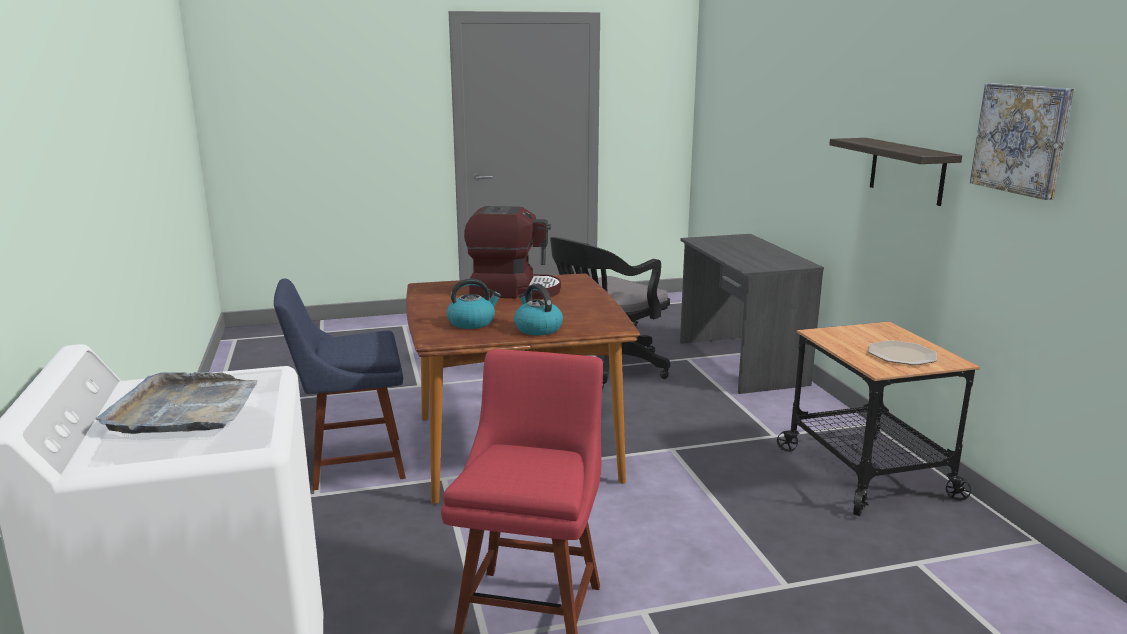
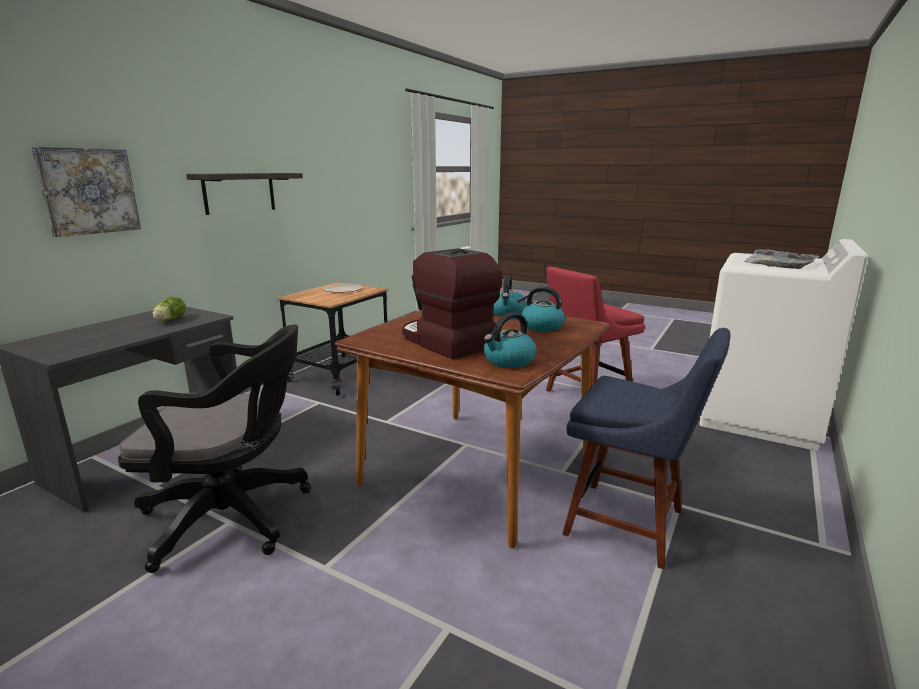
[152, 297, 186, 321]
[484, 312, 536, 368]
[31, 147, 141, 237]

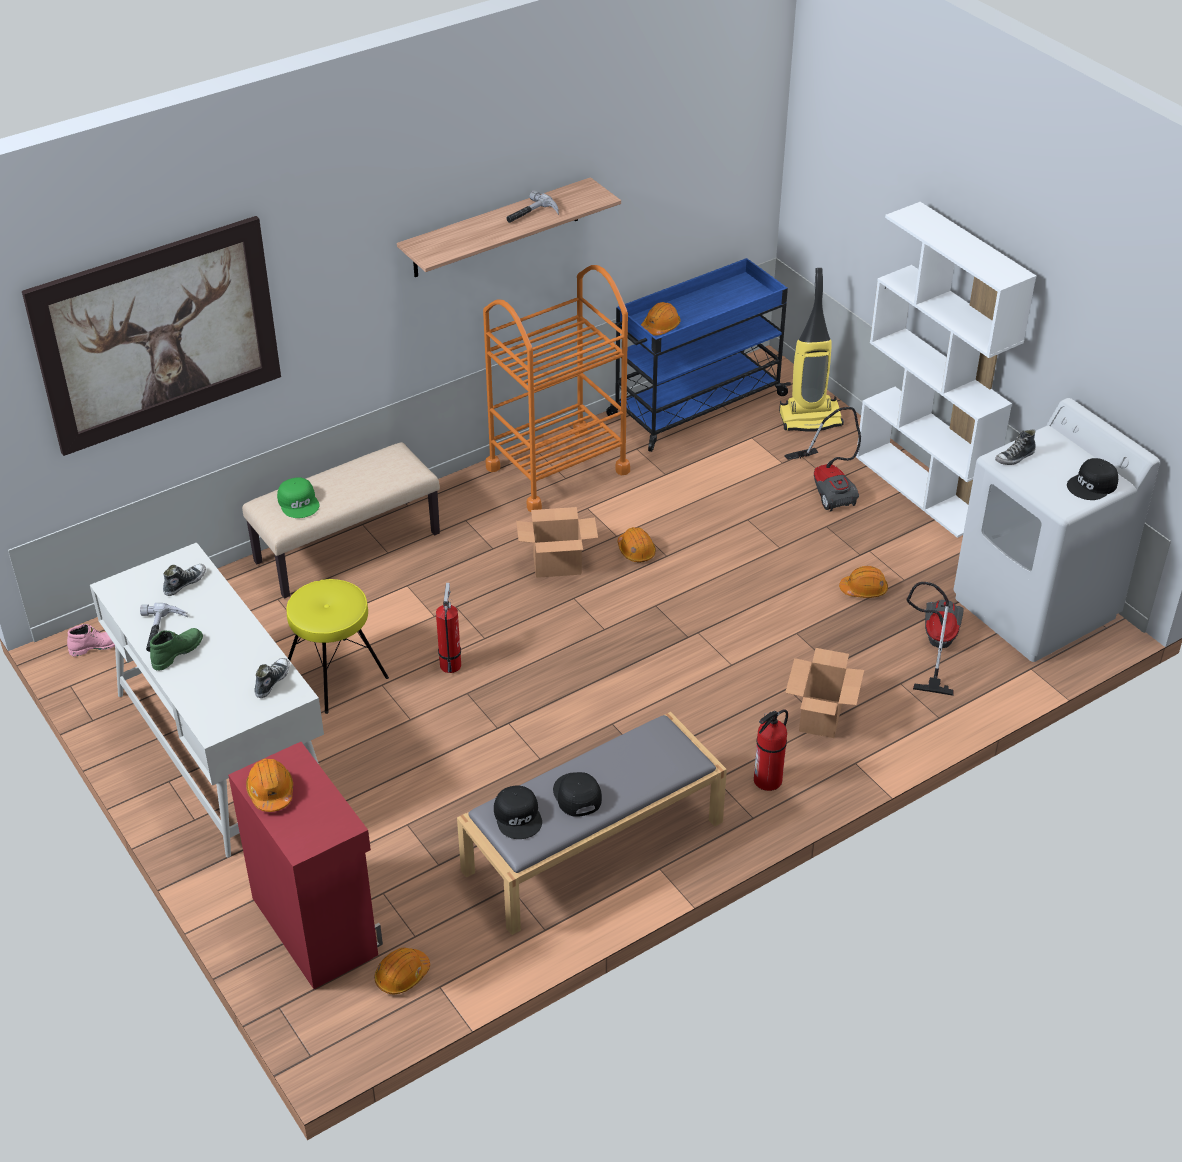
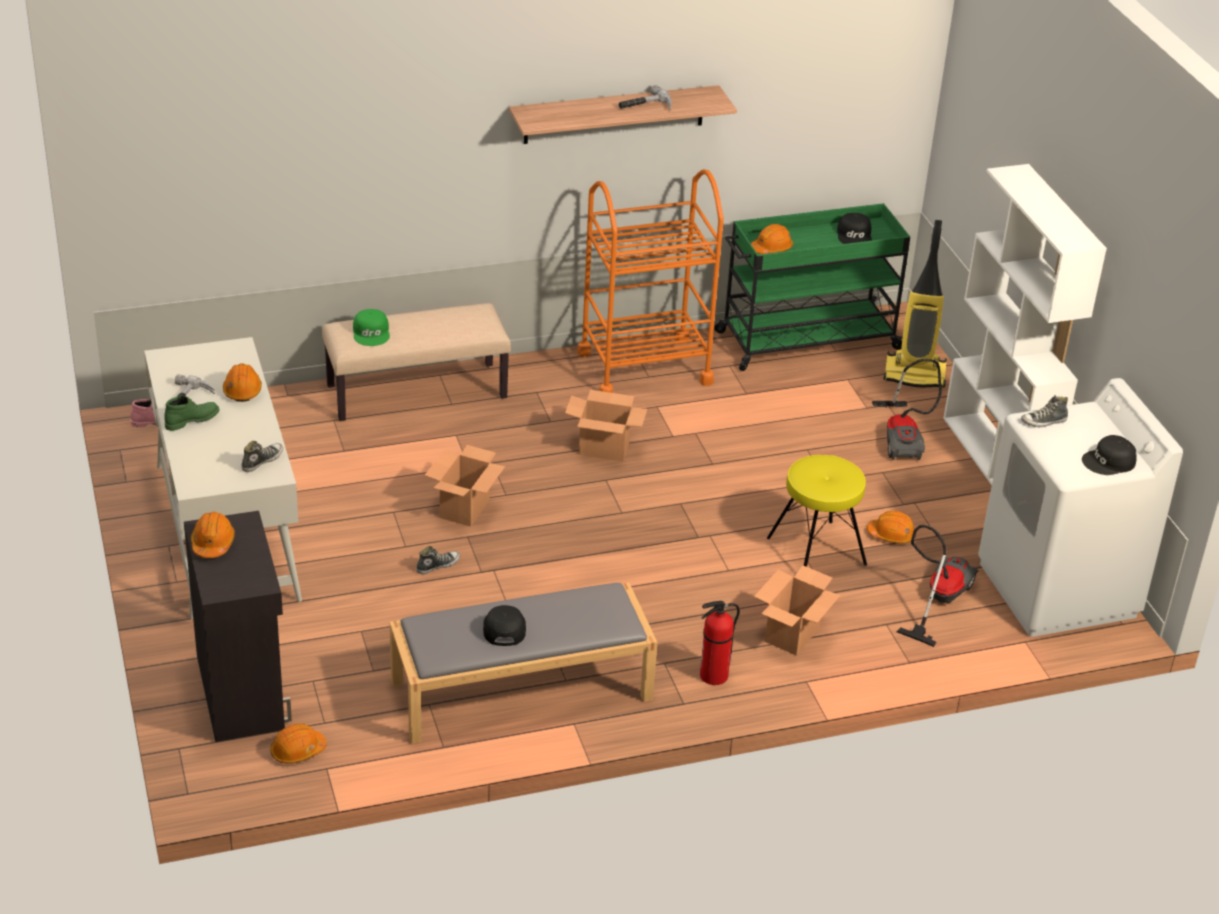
[22, 216, 281, 456] (first image)
[416, 546, 460, 574]
[767, 455, 867, 567]
[837, 213, 872, 244]
[223, 363, 262, 402]
[425, 445, 505, 527]
[184, 511, 292, 742]
[715, 203, 910, 371]

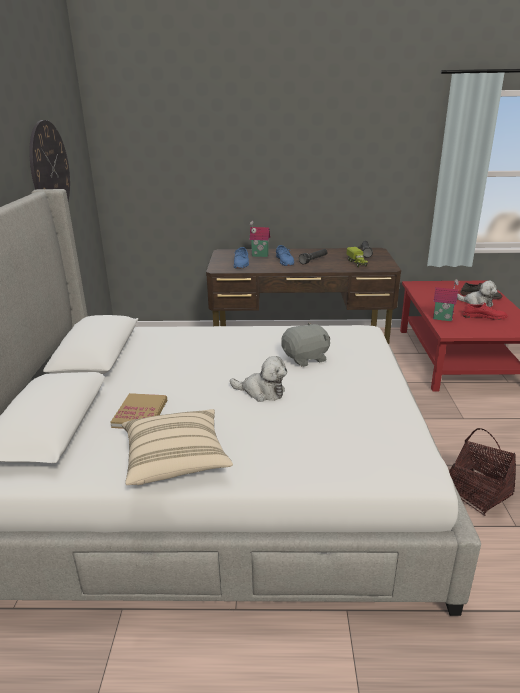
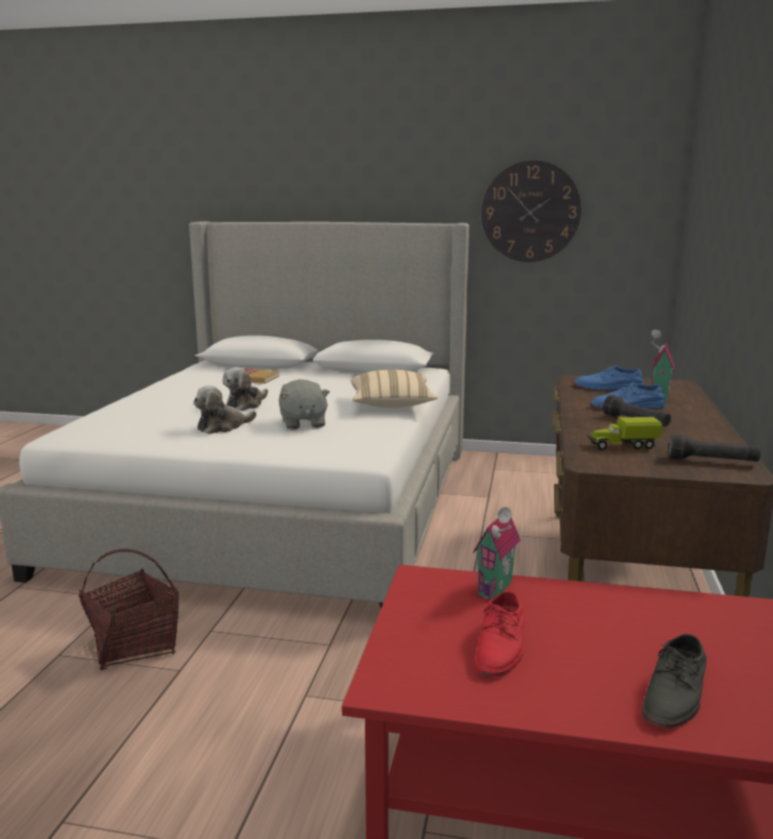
[350, 370, 438, 408]
[193, 385, 257, 434]

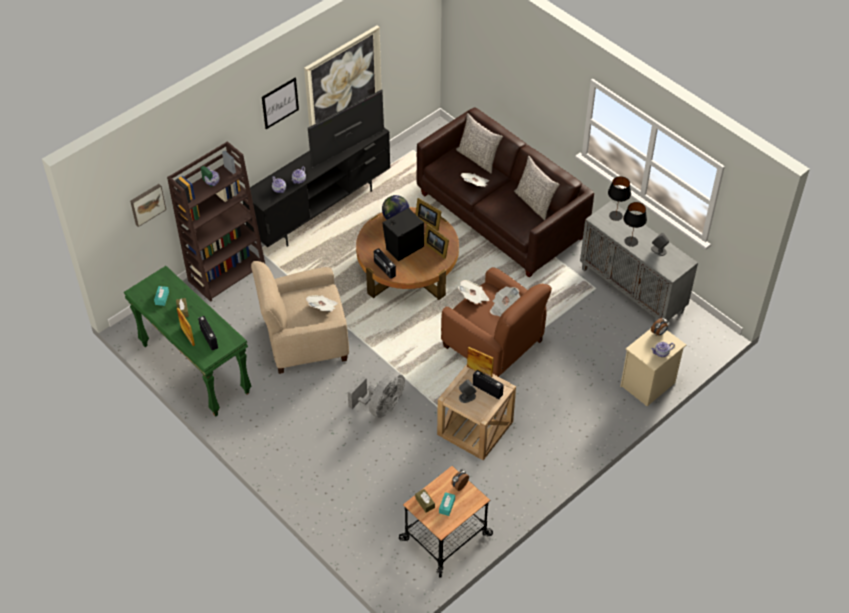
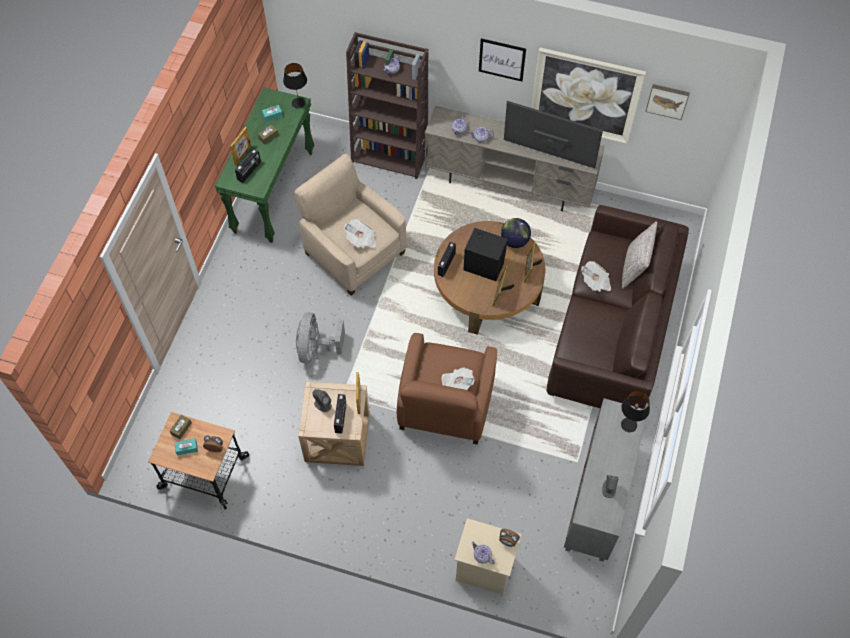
[458, 280, 490, 304] (first image)
[514, 156, 560, 220] (first image)
[645, 84, 690, 120]
[283, 63, 307, 108]
[425, 106, 605, 211]
[296, 312, 345, 363]

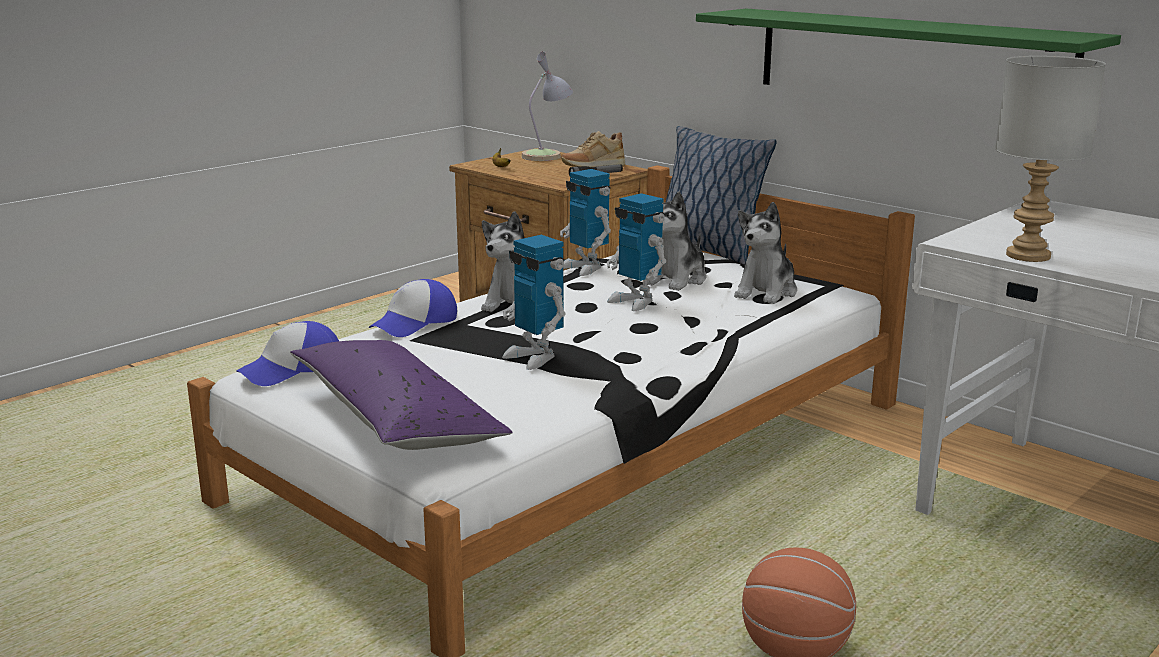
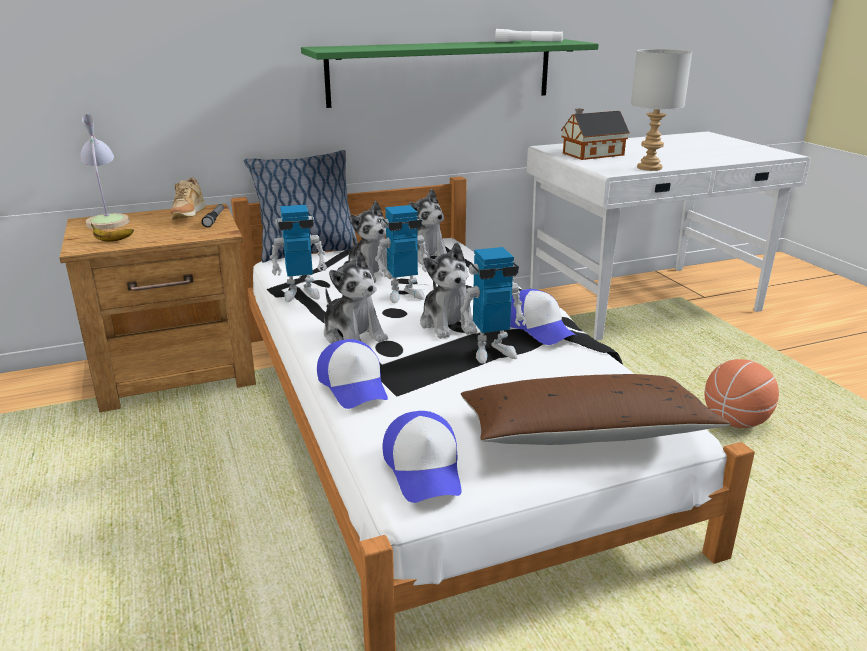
[420, 243, 477, 339]
[495, 29, 563, 42]
[510, 289, 577, 345]
[561, 108, 630, 160]
[461, 374, 731, 445]

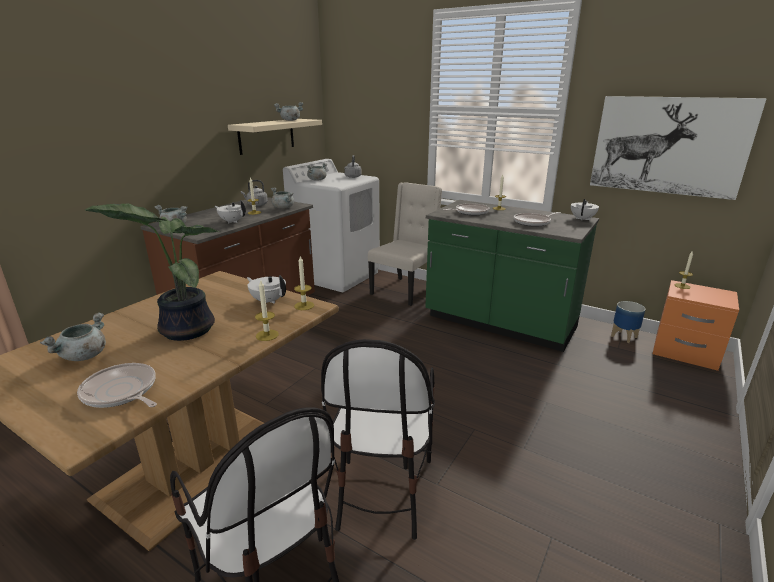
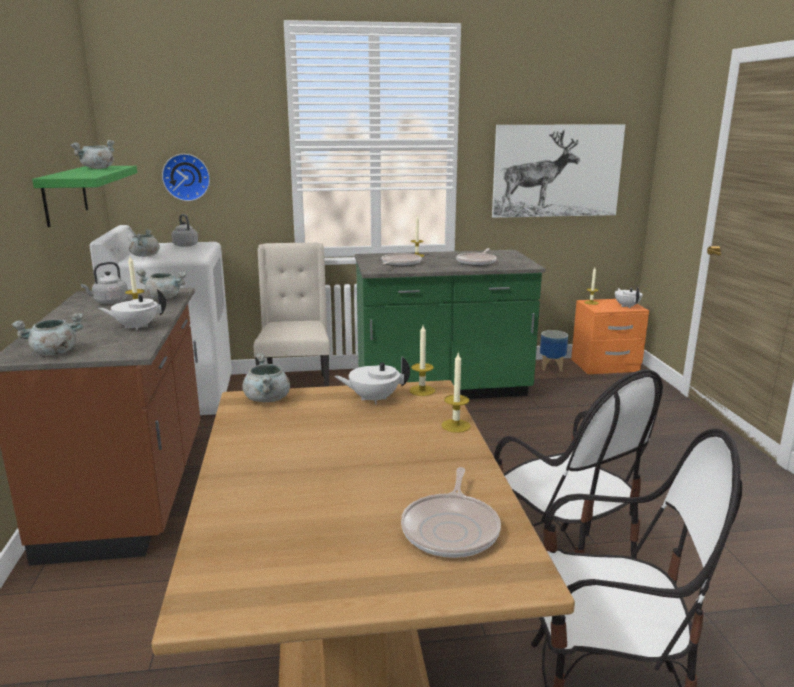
[85, 204, 221, 341] (first image)
[162, 154, 210, 201]
[242, 353, 290, 402]
[615, 287, 643, 308]
[32, 166, 137, 227]
[401, 467, 501, 558]

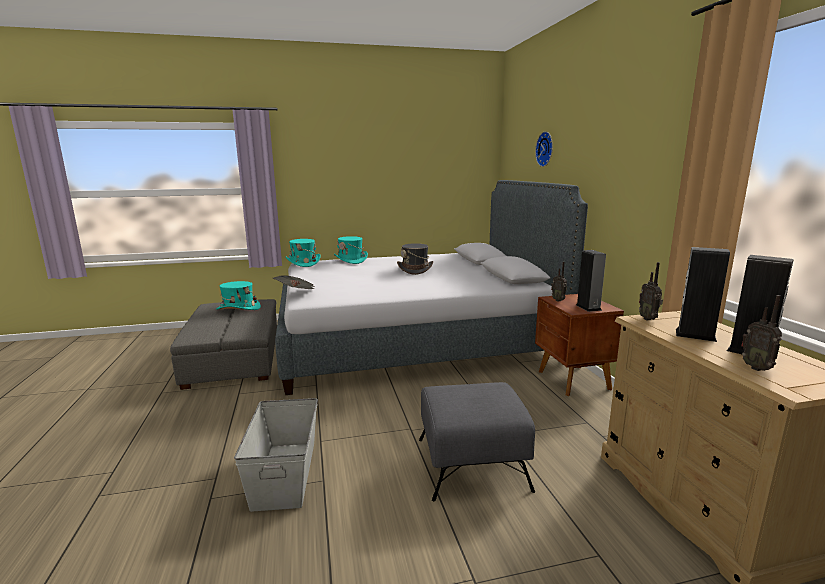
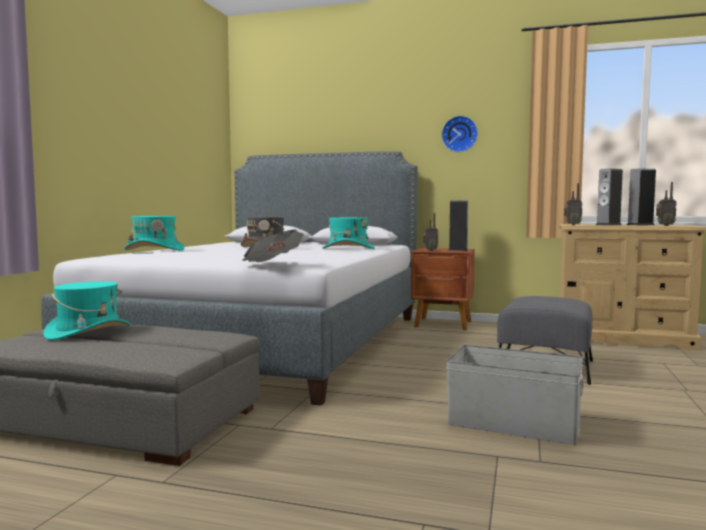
[322, 218, 375, 249]
[441, 116, 478, 152]

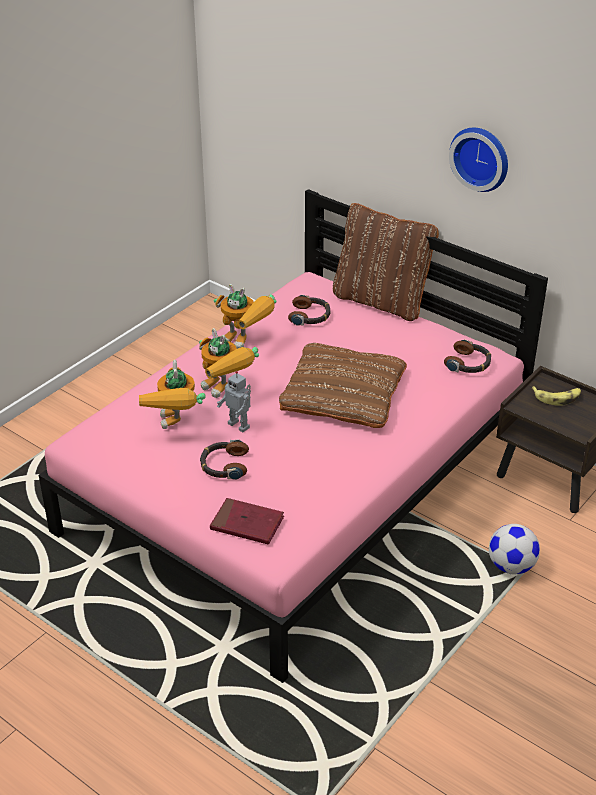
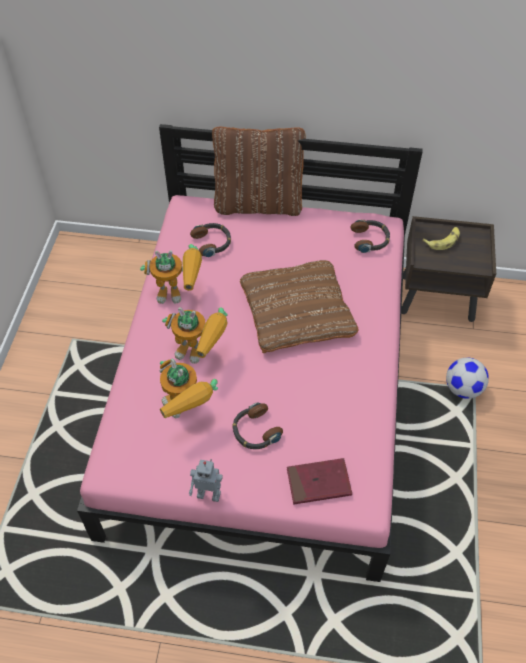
[449, 128, 508, 192] (first image)
[189, 459, 223, 502]

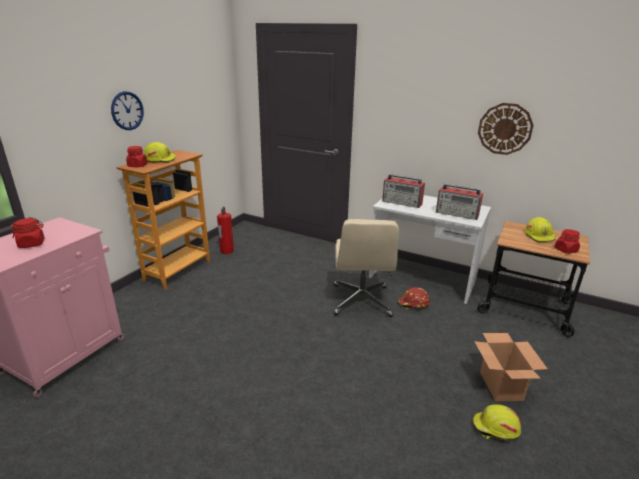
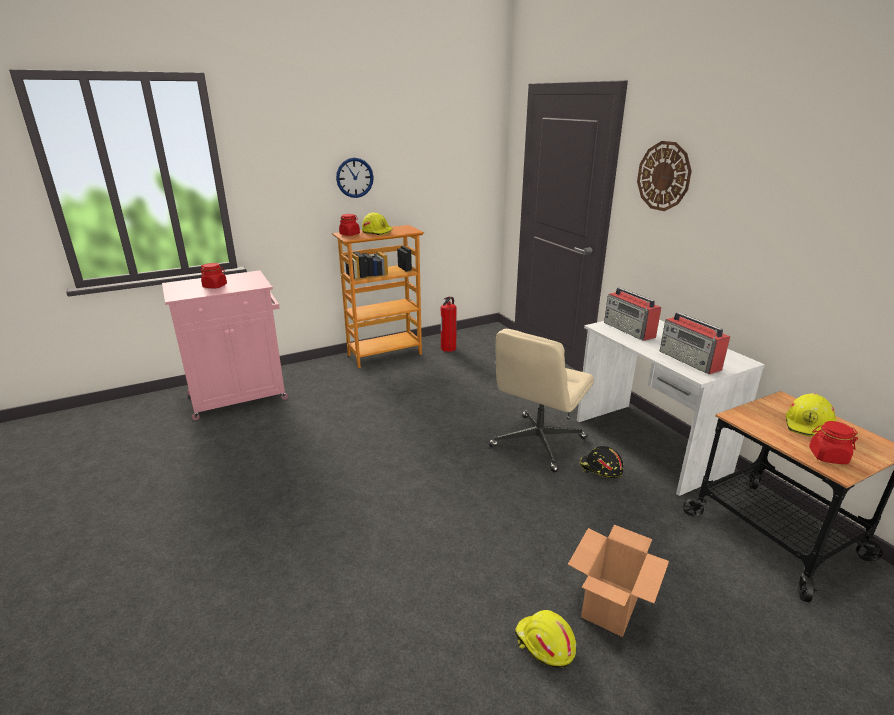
[637, 141, 692, 211]
[580, 446, 623, 478]

